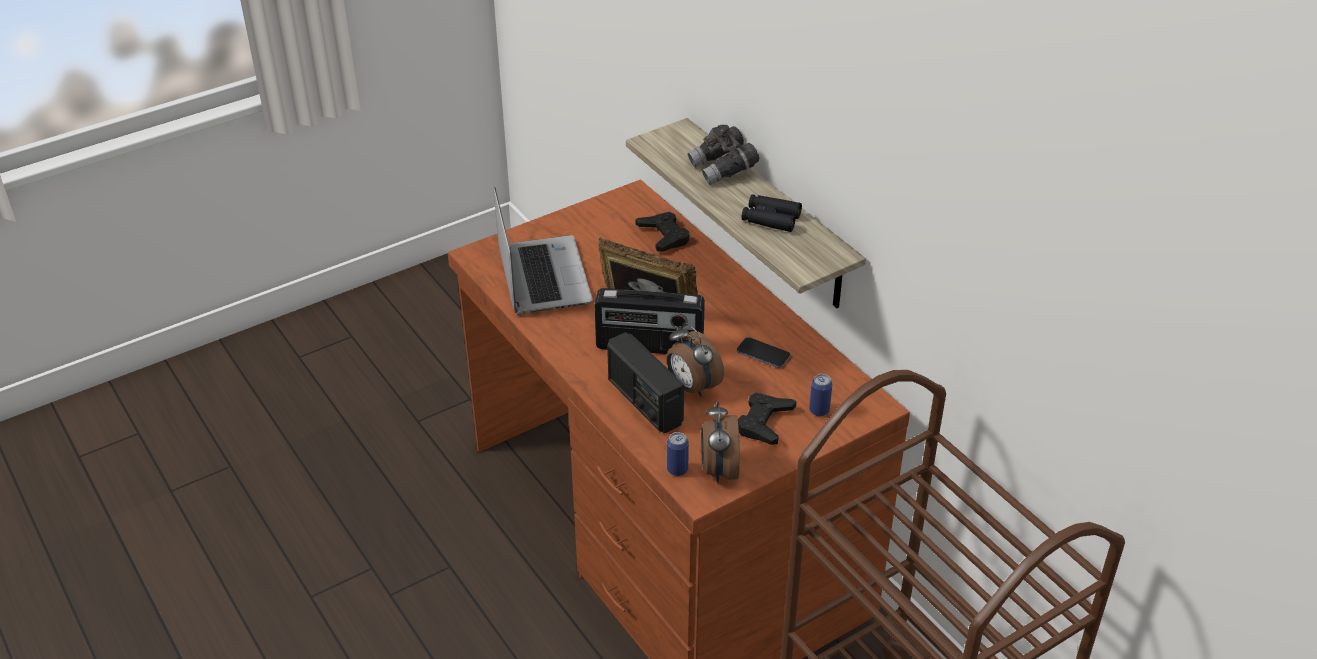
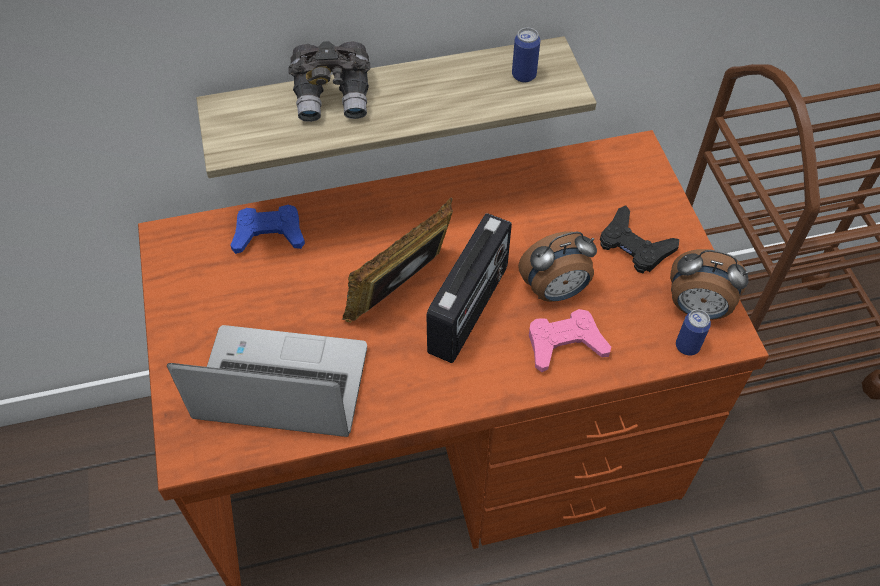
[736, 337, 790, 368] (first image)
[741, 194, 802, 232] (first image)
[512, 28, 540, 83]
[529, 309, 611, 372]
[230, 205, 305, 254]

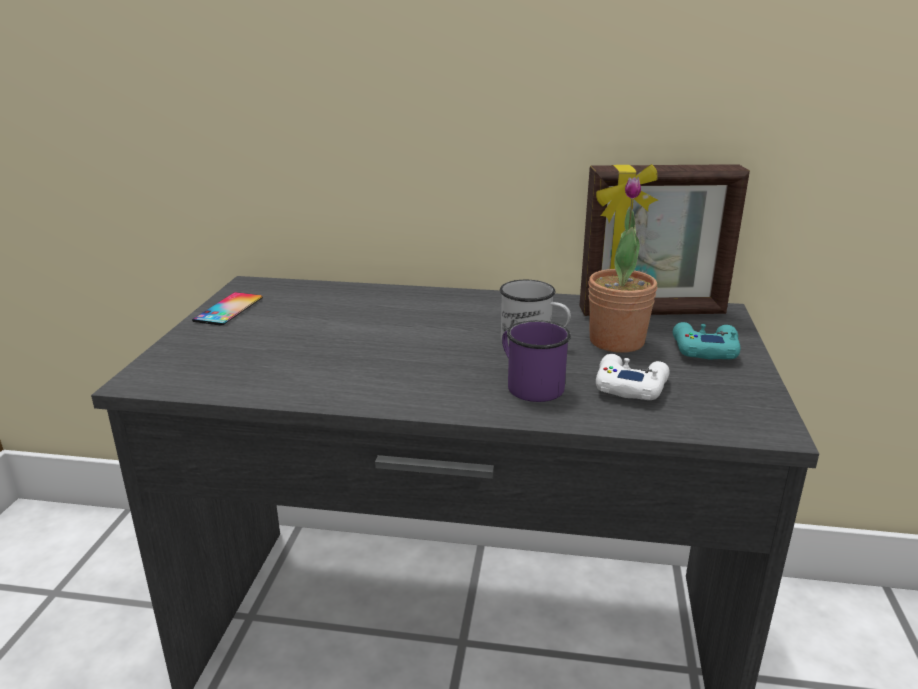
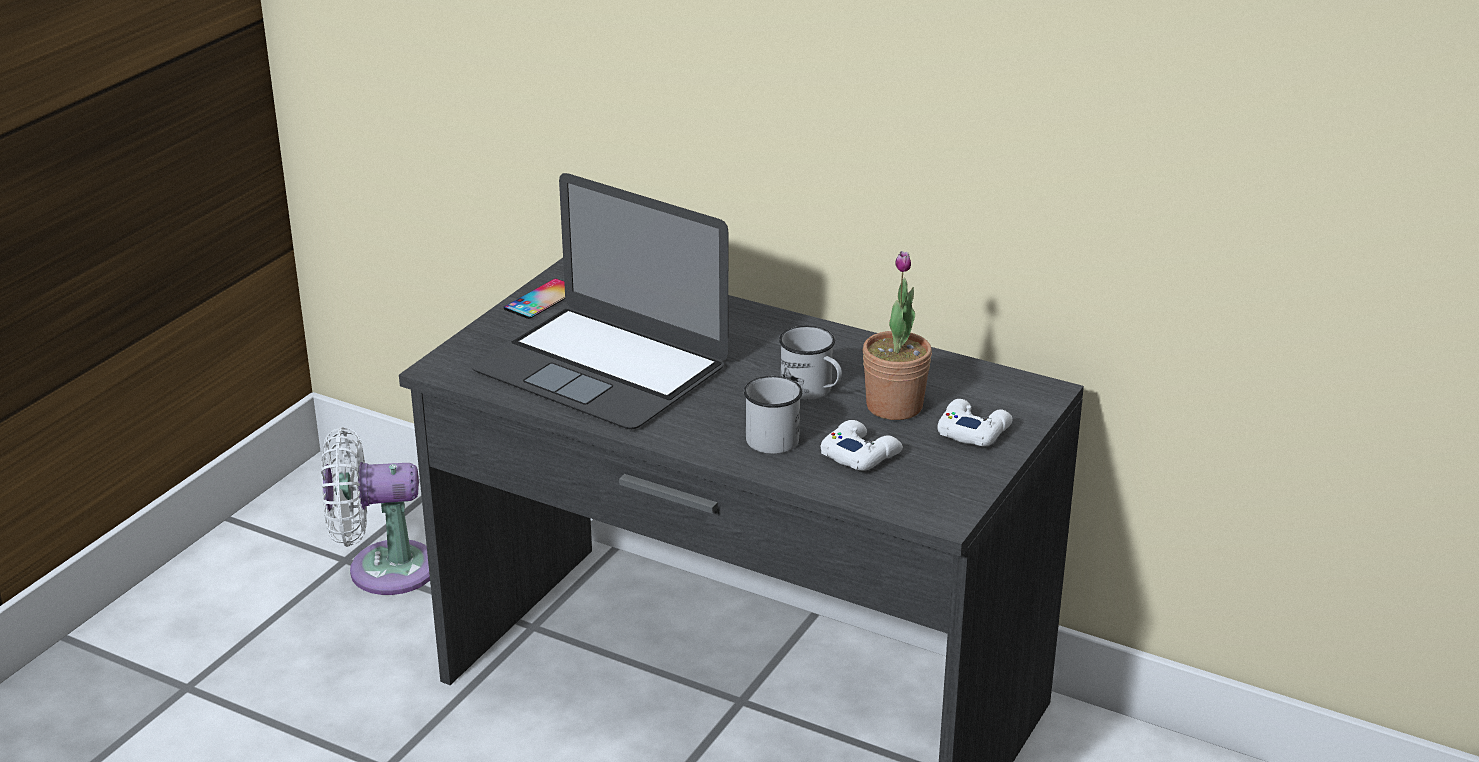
[579, 164, 750, 316] (first image)
[321, 427, 430, 595]
[471, 173, 729, 429]
[744, 376, 803, 454]
[937, 399, 1013, 446]

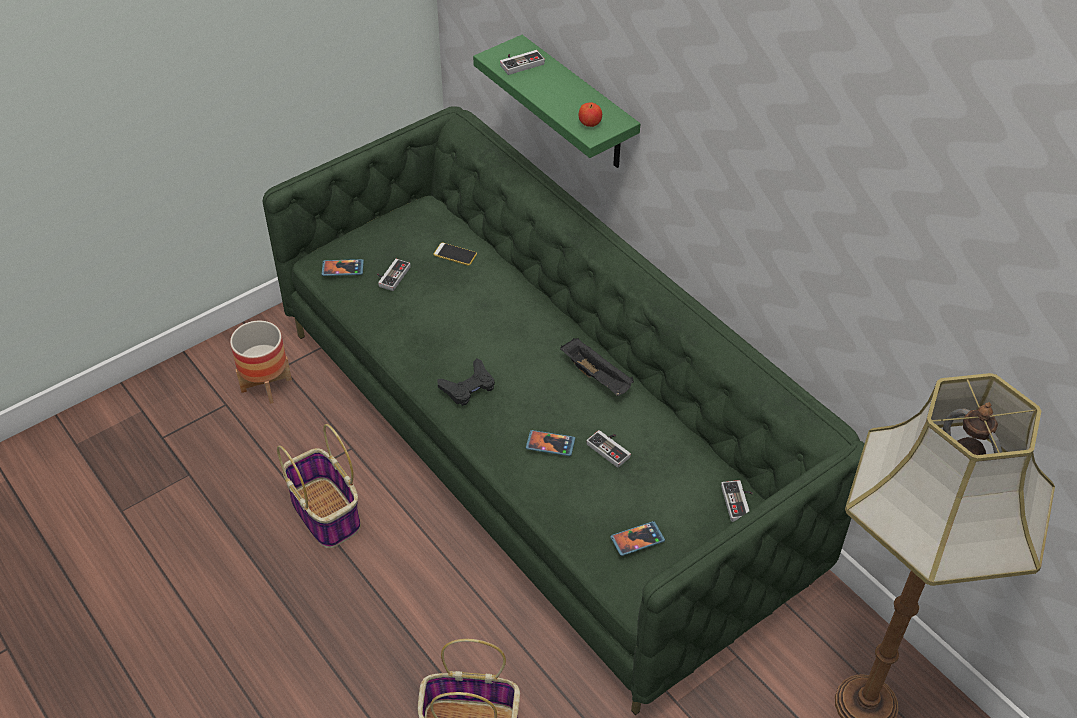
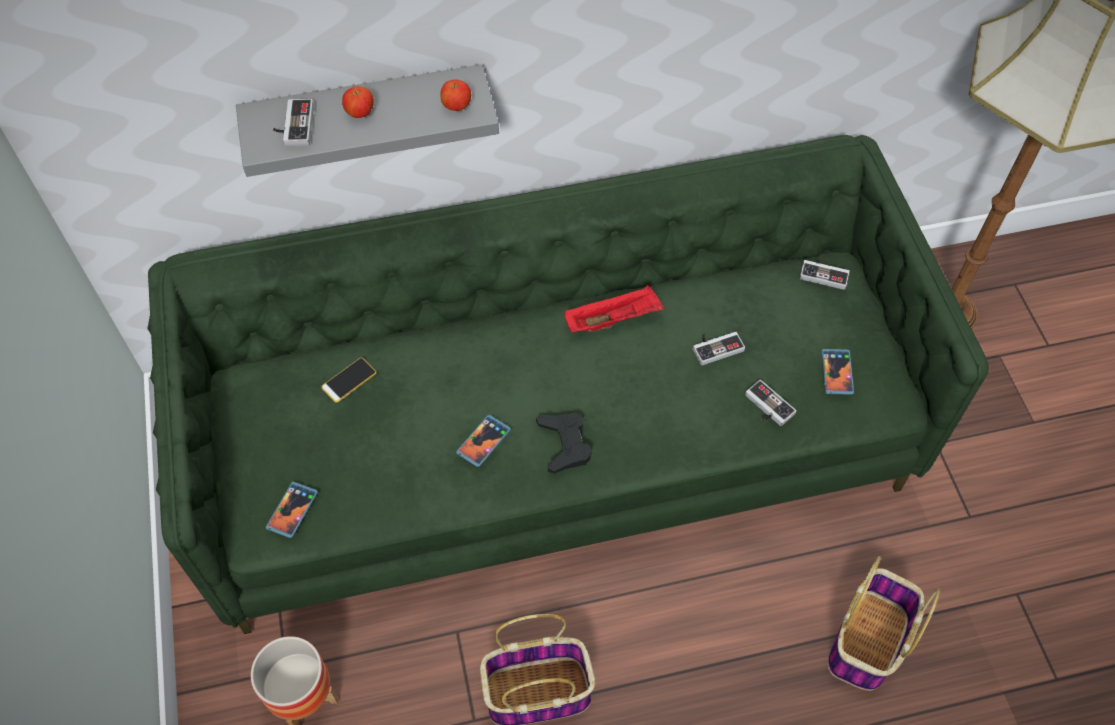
[342, 86, 374, 118]
[745, 380, 796, 426]
[456, 415, 511, 467]
[236, 64, 499, 177]
[564, 285, 664, 333]

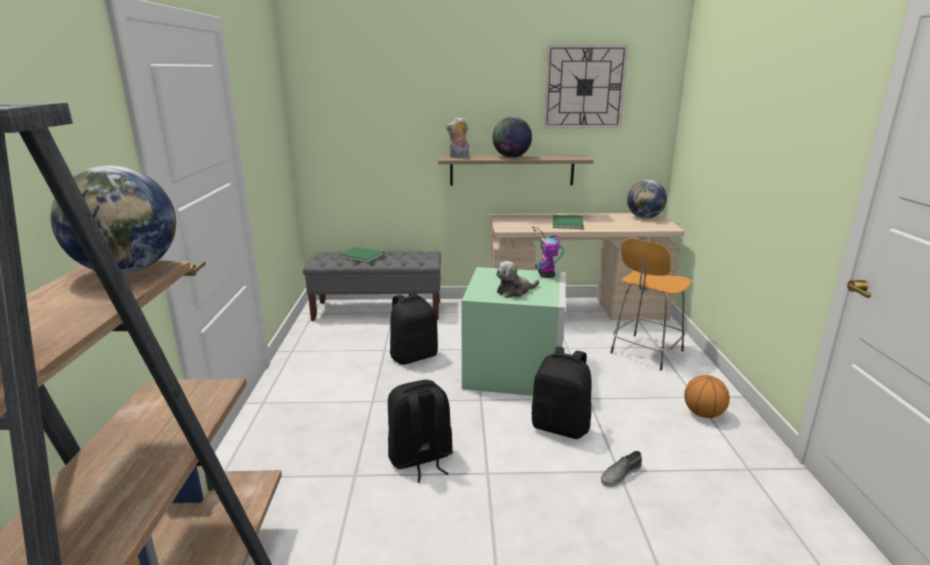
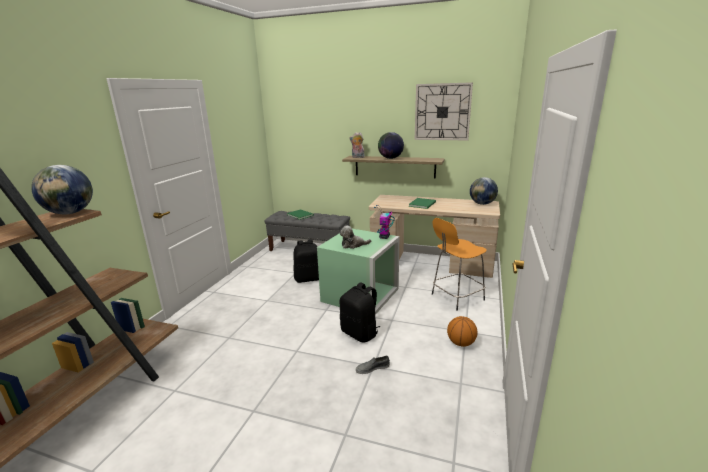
[388, 380, 453, 483] (first image)

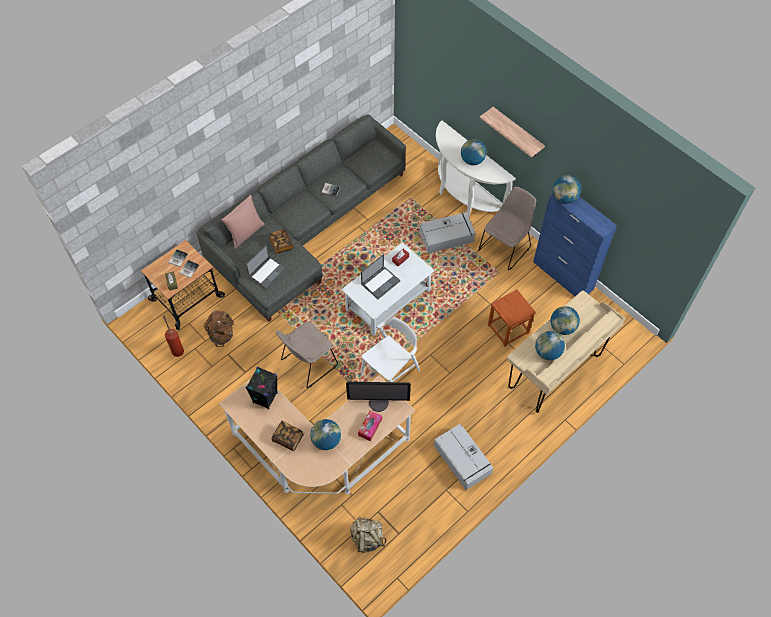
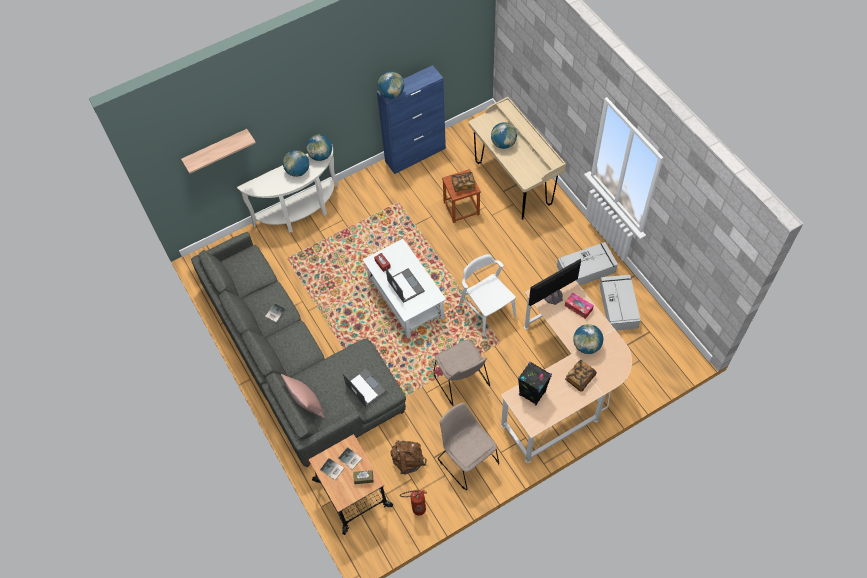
[350, 516, 386, 553] (first image)
[451, 172, 475, 192]
[600, 275, 640, 331]
[438, 403, 499, 490]
[181, 129, 256, 174]
[306, 135, 332, 161]
[529, 259, 581, 306]

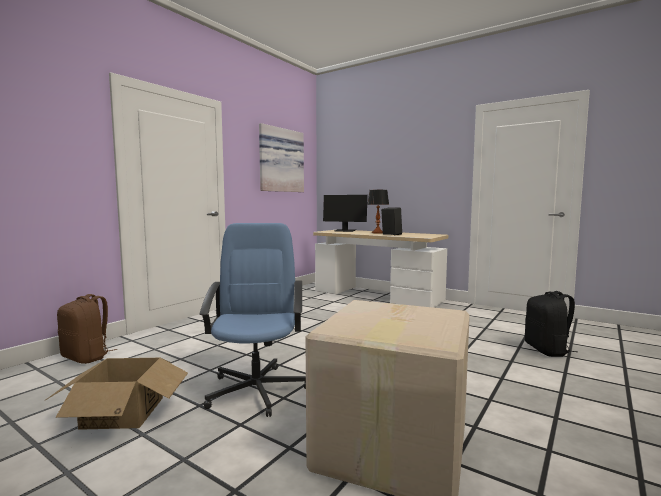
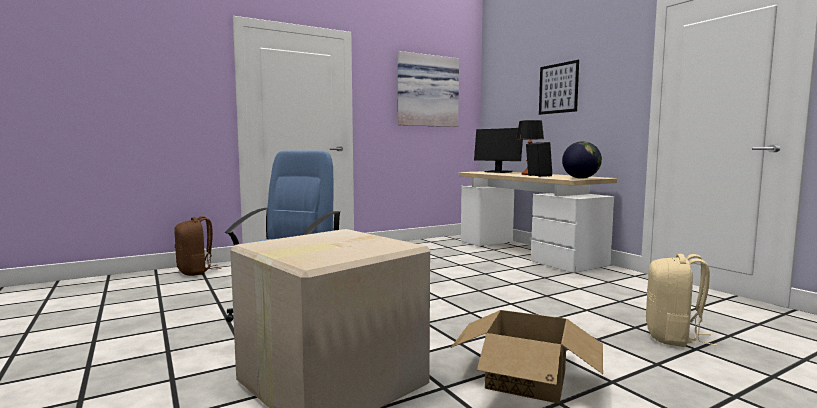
[539, 60, 579, 115]
[562, 141, 602, 179]
[451, 310, 603, 404]
[646, 254, 717, 347]

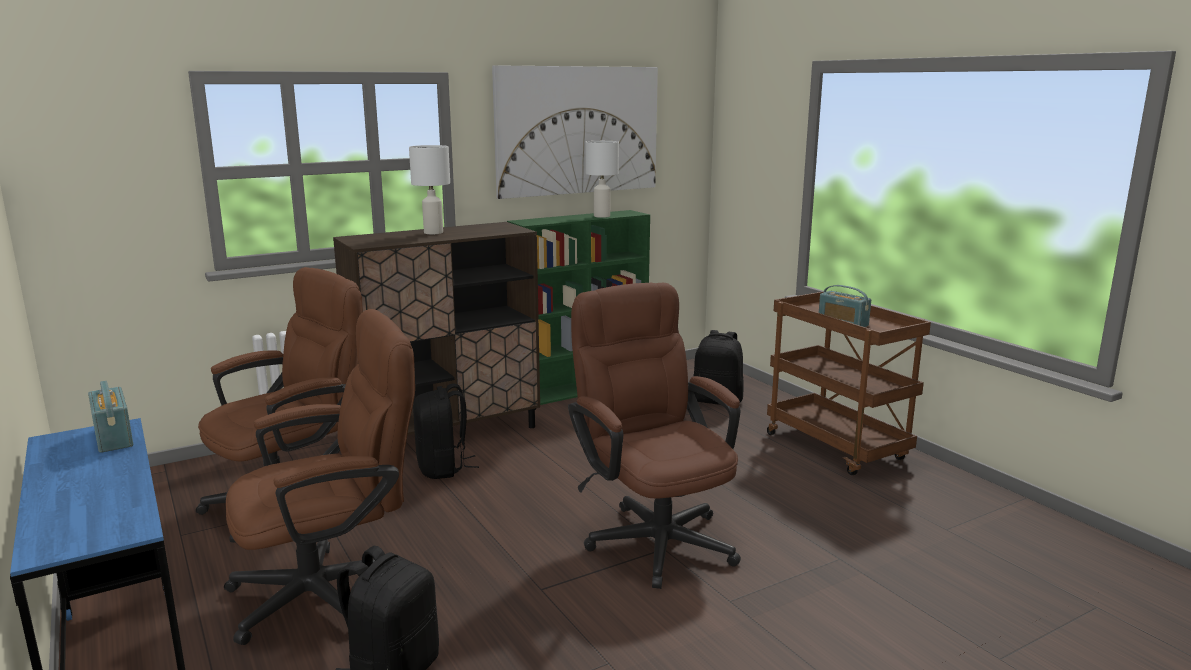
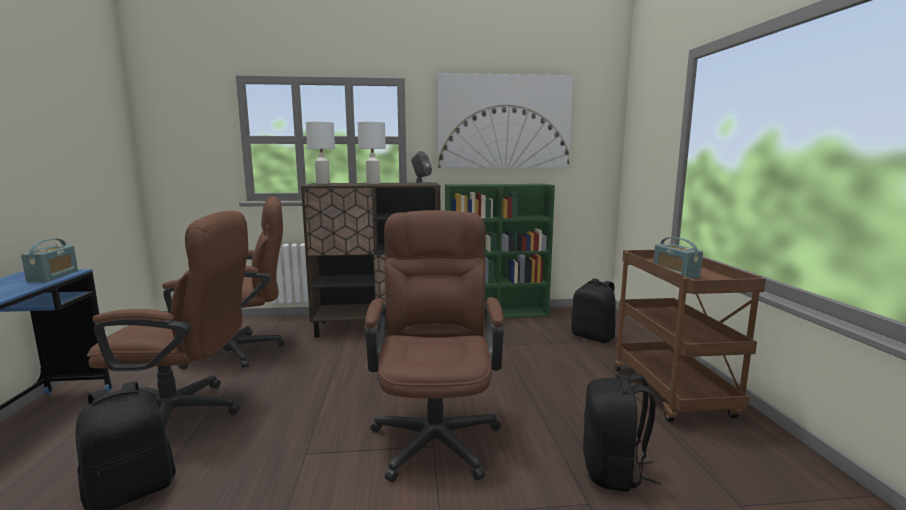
[411, 151, 432, 184]
[583, 374, 661, 492]
[306, 122, 335, 184]

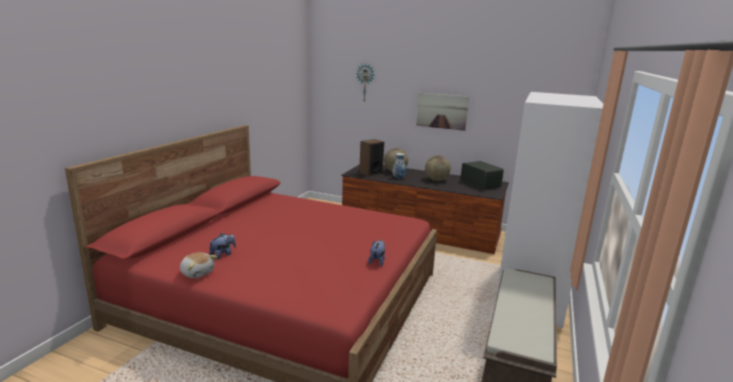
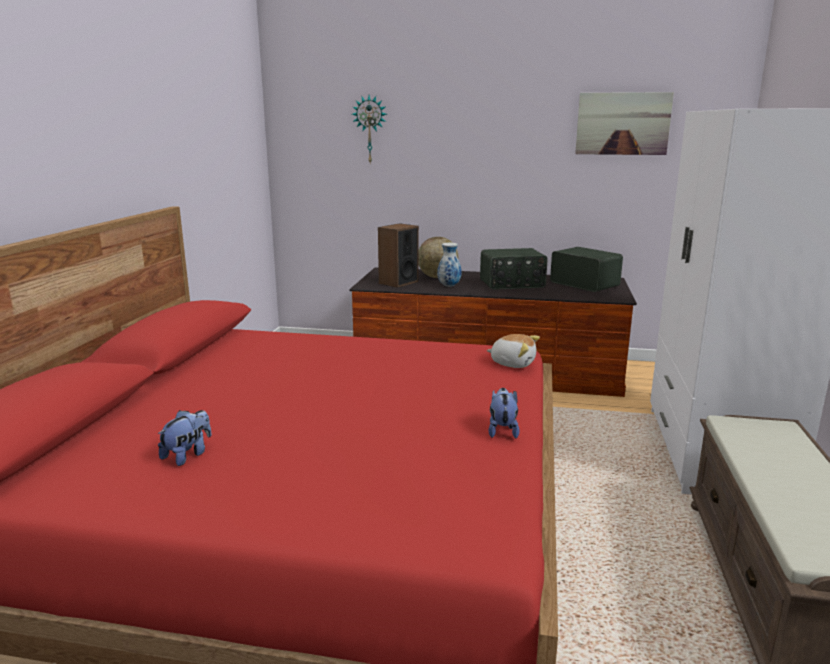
[487, 334, 540, 368]
[575, 92, 674, 155]
[480, 248, 548, 290]

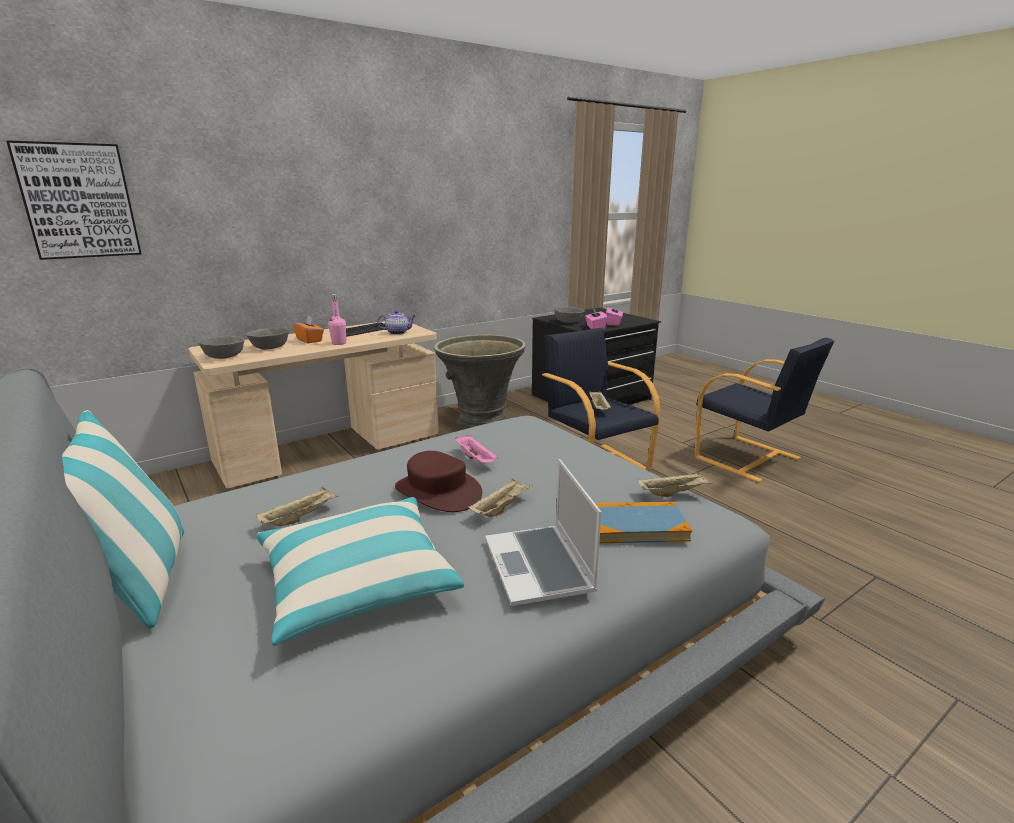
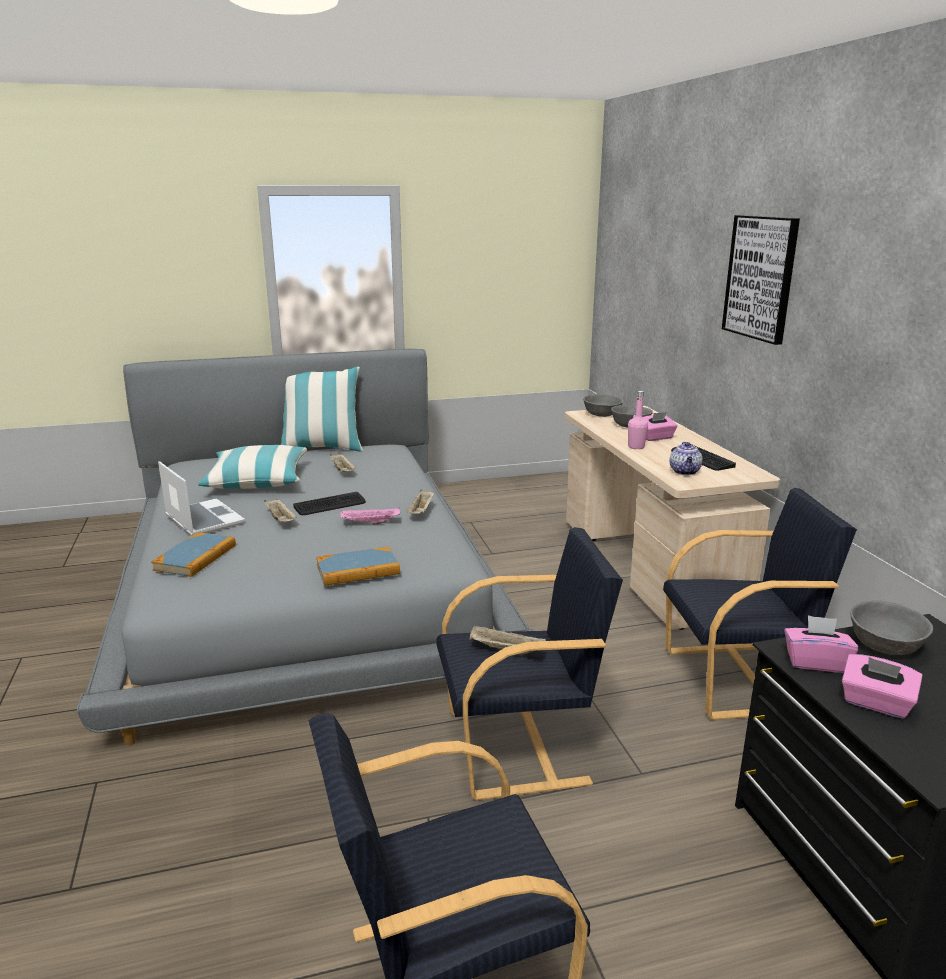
[316, 547, 400, 586]
[722, 215, 800, 345]
[406, 489, 434, 514]
[293, 492, 366, 515]
[663, 488, 857, 720]
[643, 412, 677, 441]
[158, 461, 245, 536]

